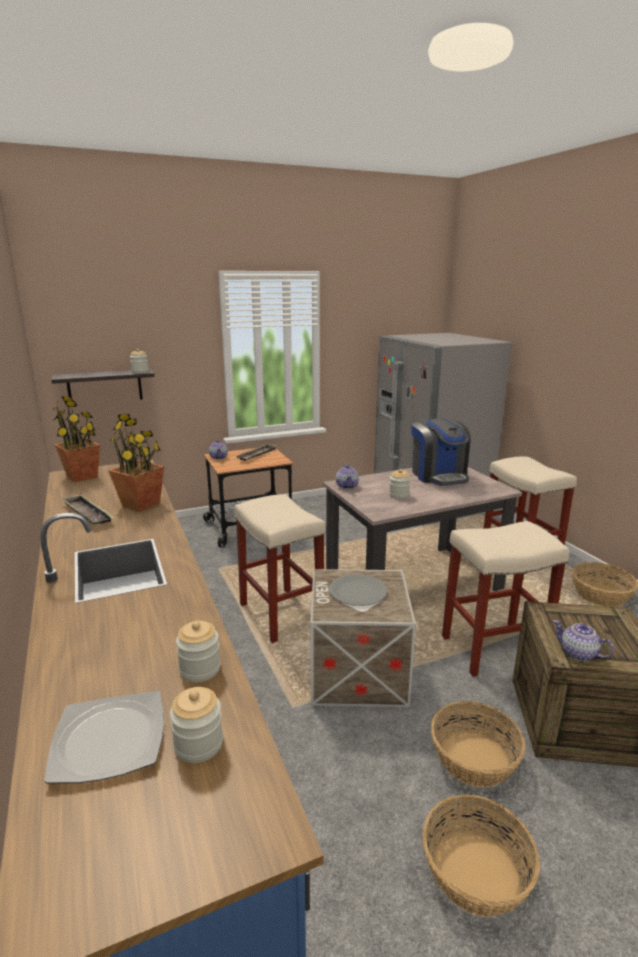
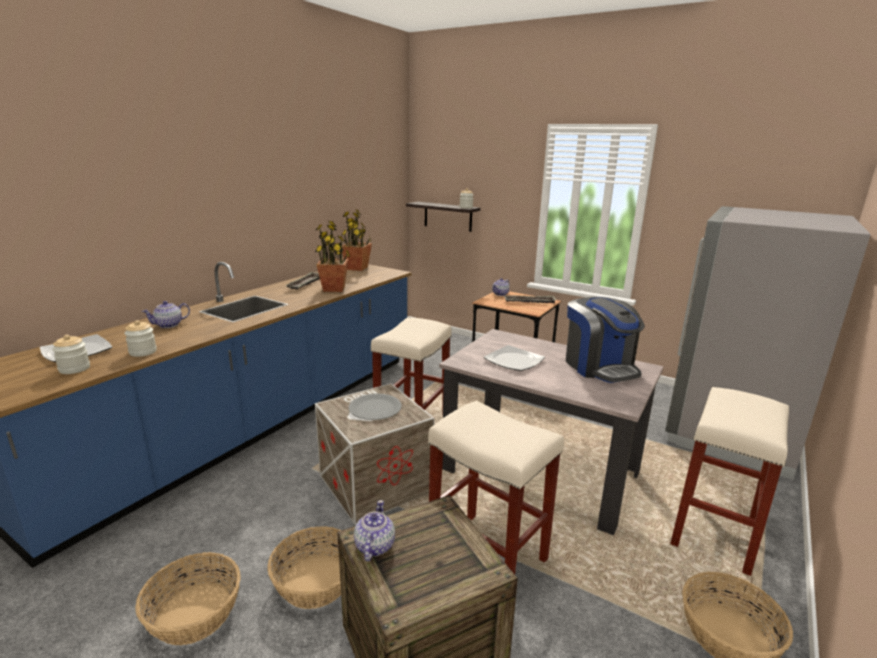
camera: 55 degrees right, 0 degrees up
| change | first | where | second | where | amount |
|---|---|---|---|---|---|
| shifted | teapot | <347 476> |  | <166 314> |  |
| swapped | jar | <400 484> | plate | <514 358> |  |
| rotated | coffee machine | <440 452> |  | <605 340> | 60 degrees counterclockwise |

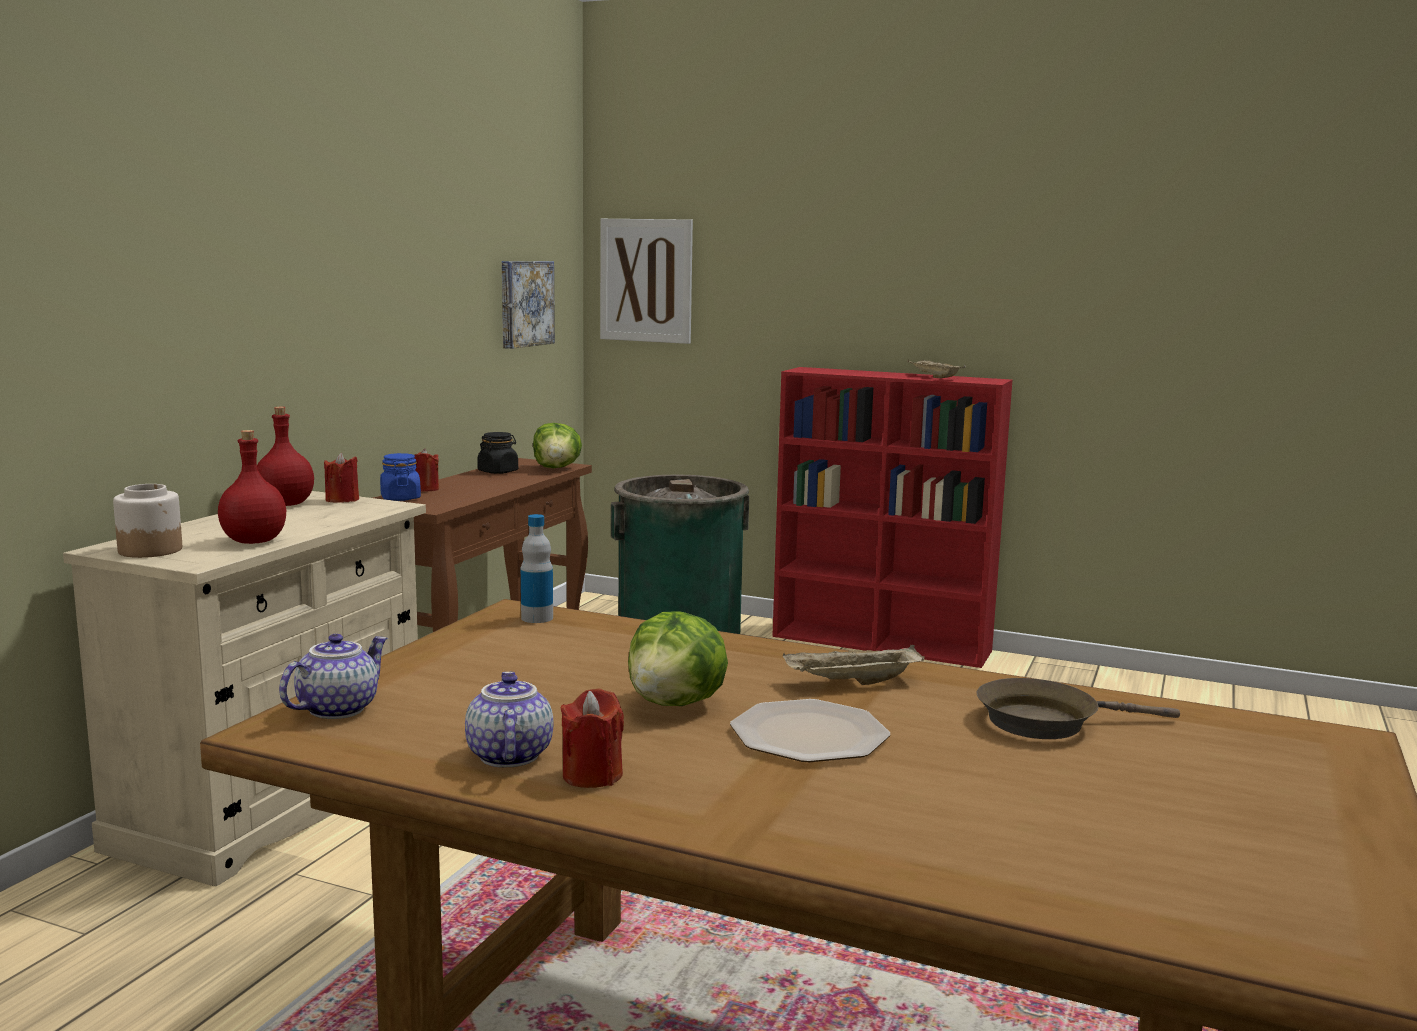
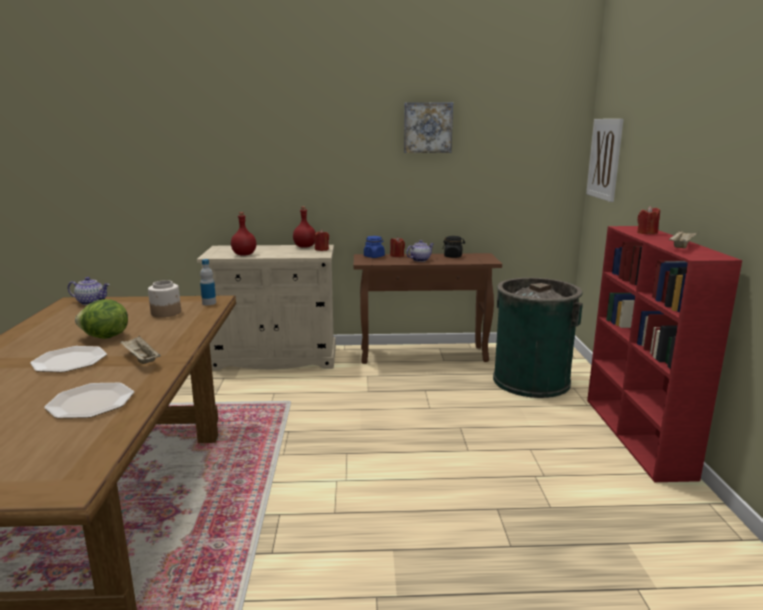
camera: 65 degrees right, 5 degrees up
| change | first | where | second | where | amount |
|---|---|---|---|---|---|
| shifted | jar | <147 521> |  | <164 298> |  |
| shifted | teapot | <509 719> |  | <420 251> |  |
| shifted | picture | <528 305> |  | <428 128> |  |
| gone | lettuce | <557 445> |  |  |  |
| shifted | red candle | <592 738> |  | <648 220> |  |
| swapped | brown frying pan | <1078 708> | plate | <89 401> |  |

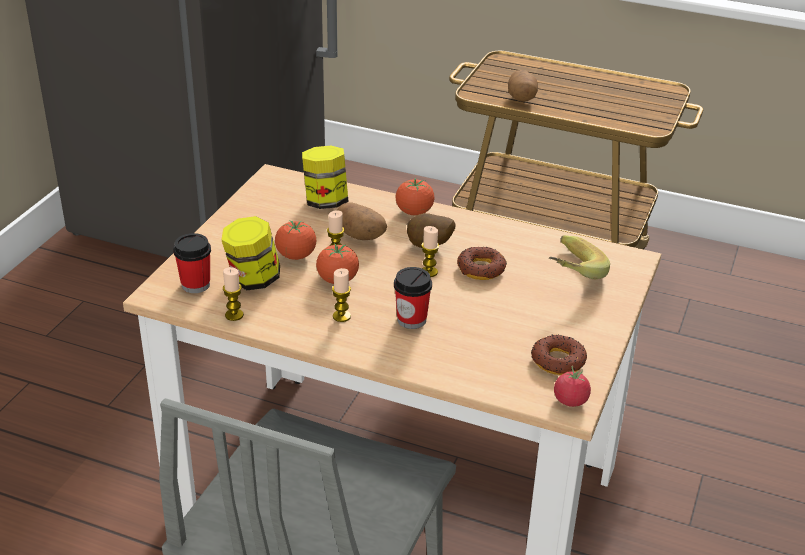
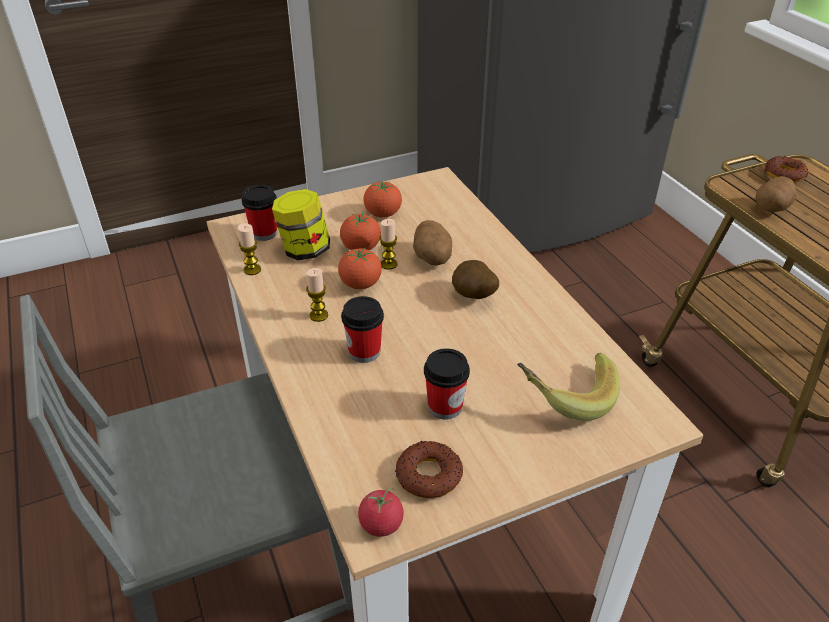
camera: 45 degrees right, 5 degrees up
| change | first | where | second | where | amount |
|---|---|---|---|---|---|
| gone | jar | <325 177> |  |  |  |
| shifted | tomato | <415 196> |  | <382 199> |  |
| gone | candle | <430 251> |  |  |  |
| shifted | donut | <482 263> |  | <787 169> |  |
| new |  |  | cup | <447 383> |  |

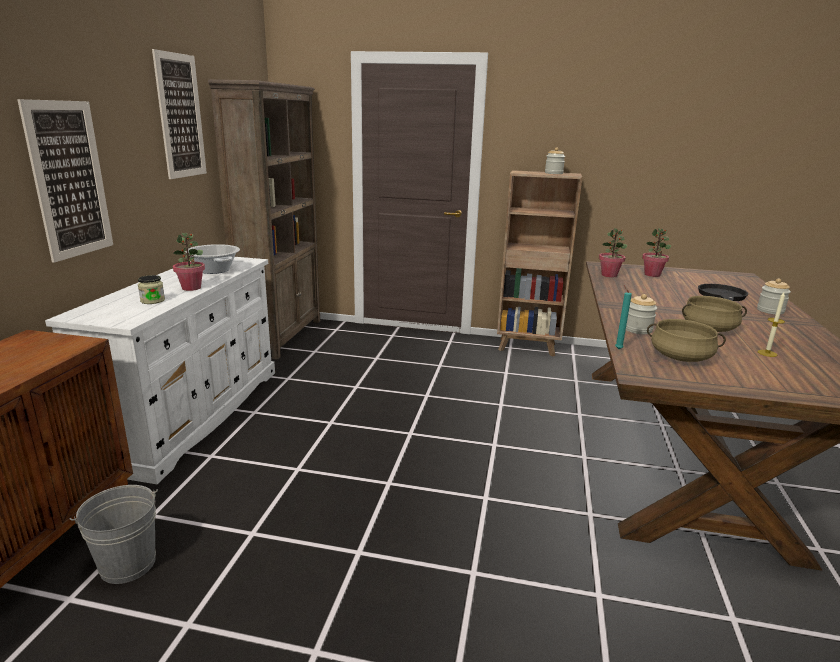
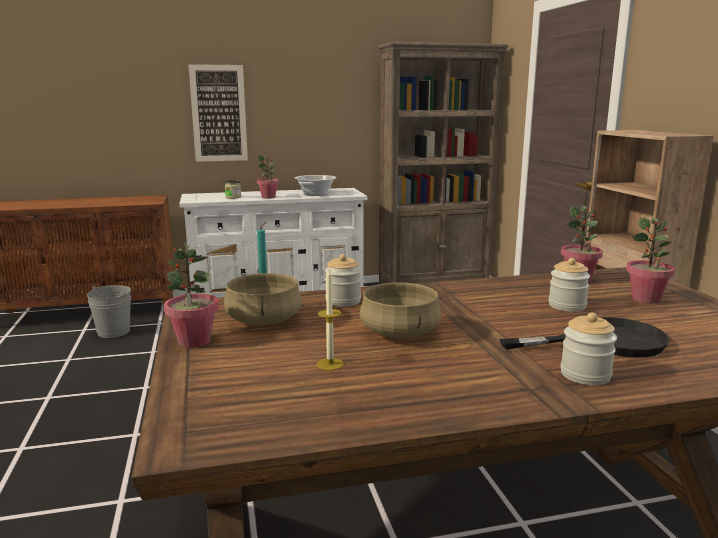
camera: 65 degrees right, 5 degrees down
| change | first | where | second | where | amount |
|---|---|---|---|---|---|
| gone | picture | <179 114> |  |  |  |
| shifted | jar | <555 160> |  | <569 285> |  |
| new |  |  | potted plant | <191 295> |  |

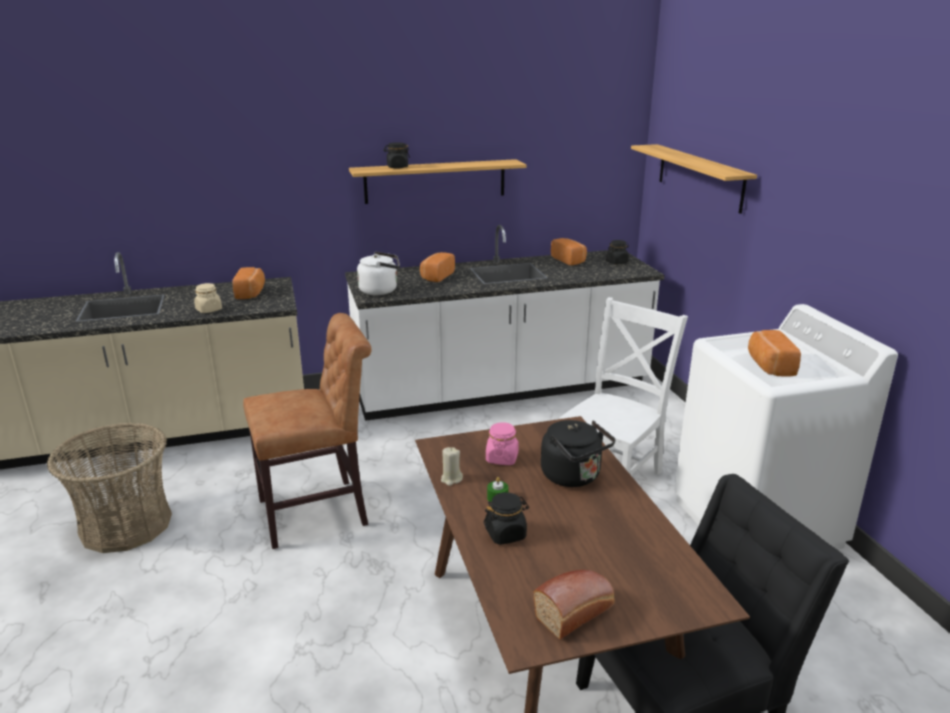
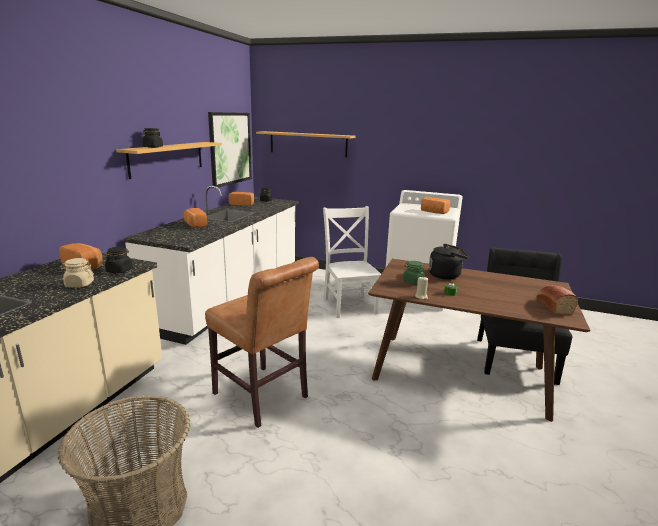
camera: 55 degrees left, 5 degrees down
| change | first | where | second | where | amount |
|---|---|---|---|---|---|
| rotated | brown chair | <307 431> |  | <262 342> | 120 degrees clockwise |
| gone | white kettle | <378 273> |  |  |  |
| shifted | black jar | <506 518> |  | <119 260> |  |
| repainted | pink jar | <502 443> | green jar | <414 273> |  |
| new |  |  | picture | <230 149> |  |

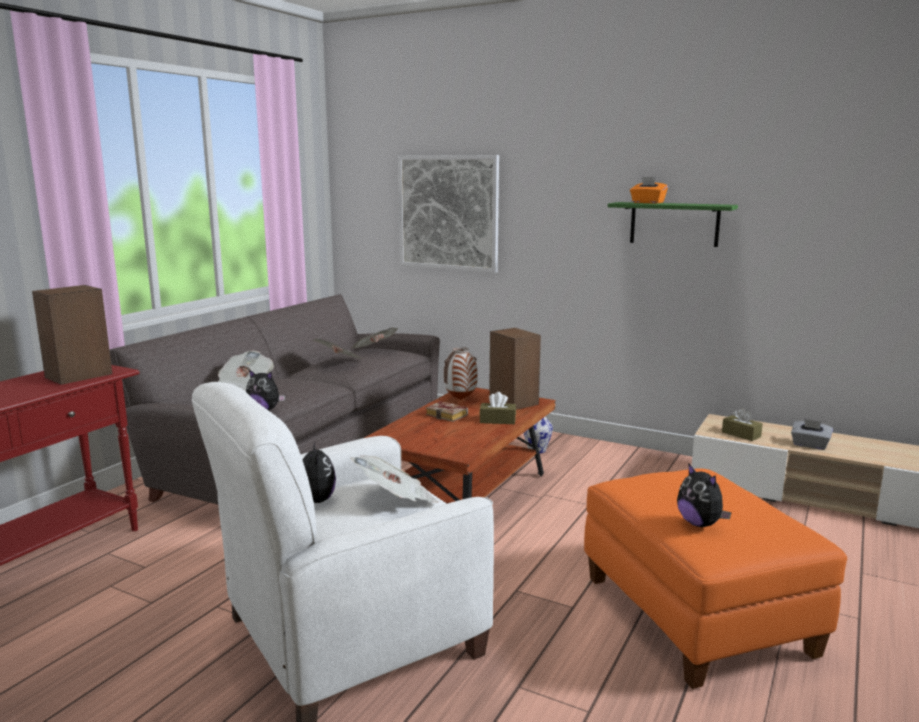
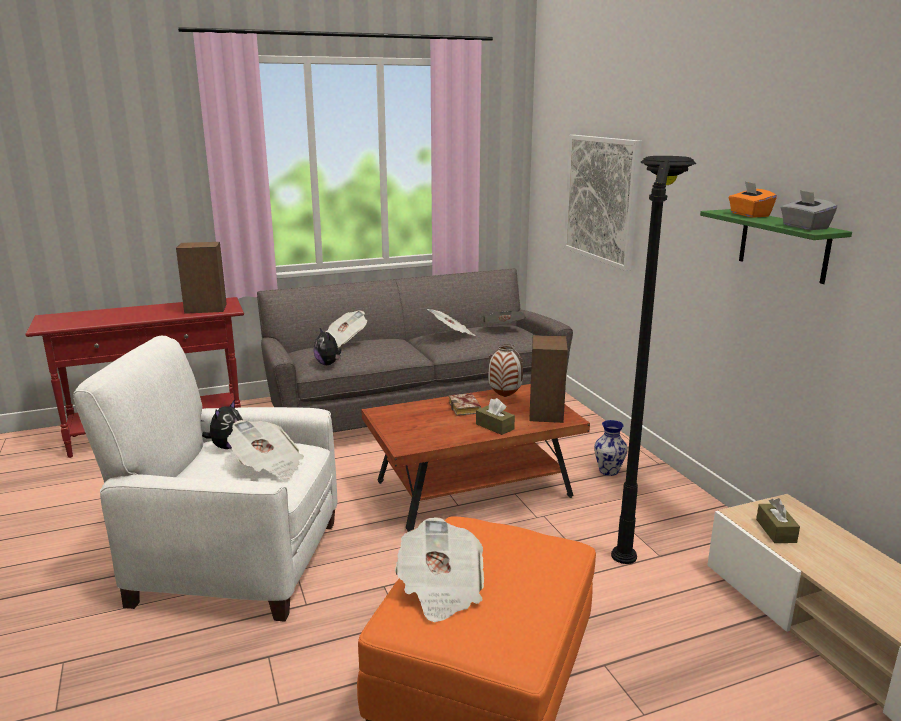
camera: 40 degrees right, 5 degrees up
| change | first | where | second | where | amount |
|---|---|---|---|---|---|
| swapped | plush toy | <704 495> | newspaper | <439 569> |  |
| shifted | grey tissue box | <812 434> |  | <809 210> |  |
| new |  |  | black floor lamp | <653 360> |  |

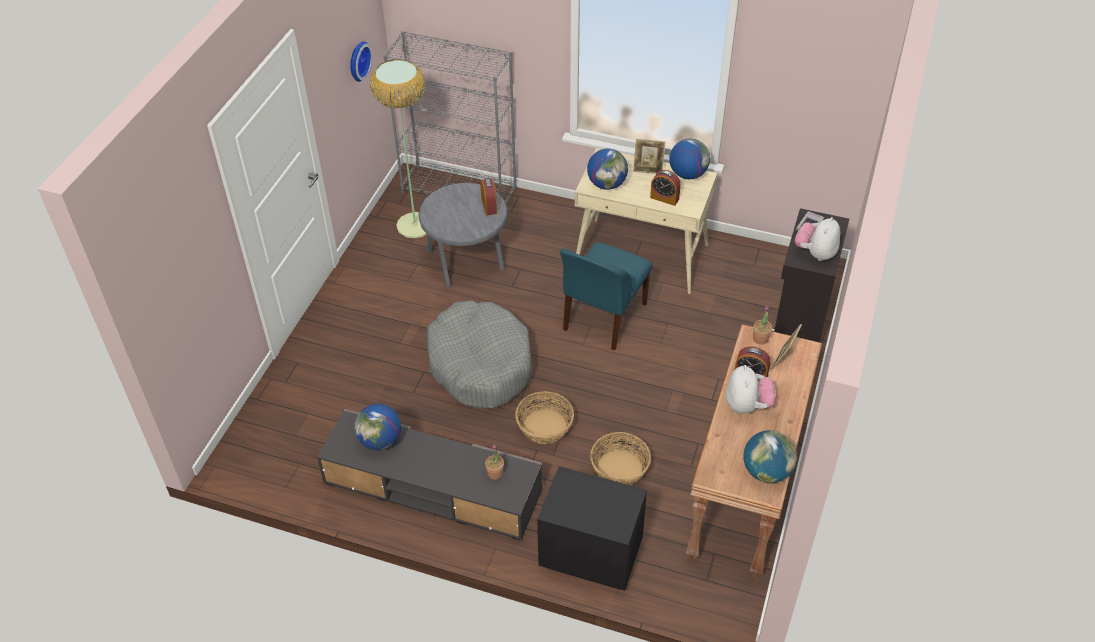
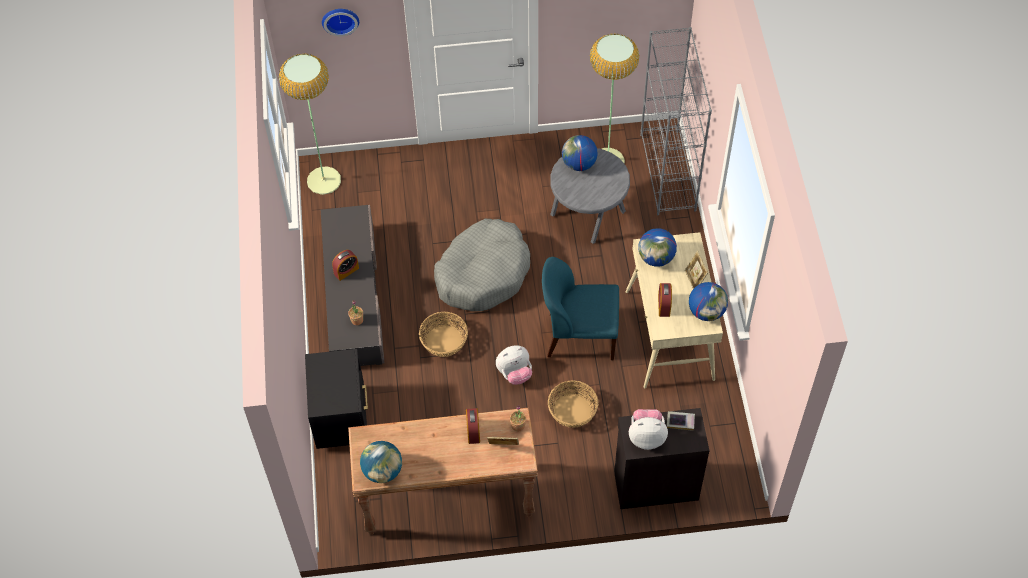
camera: 65 degrees right, 10 degrees up
| change | first | where | second | where | amount |
|---|---|---|---|---|---|
| shifted | wall clock | <361 61> |  | <340 22> |  |
| shifted | globe | <377 427> |  | <580 153> |  |
| shifted | alarm clock | <488 197> |  | <345 265> |  |
| shifted | basket | <620 458> |  | <573 404> |  |
| shifted | plush toy | <751 389> |  | <514 365> |  |
| new |  |  | floor lamp | <310 124> |  |

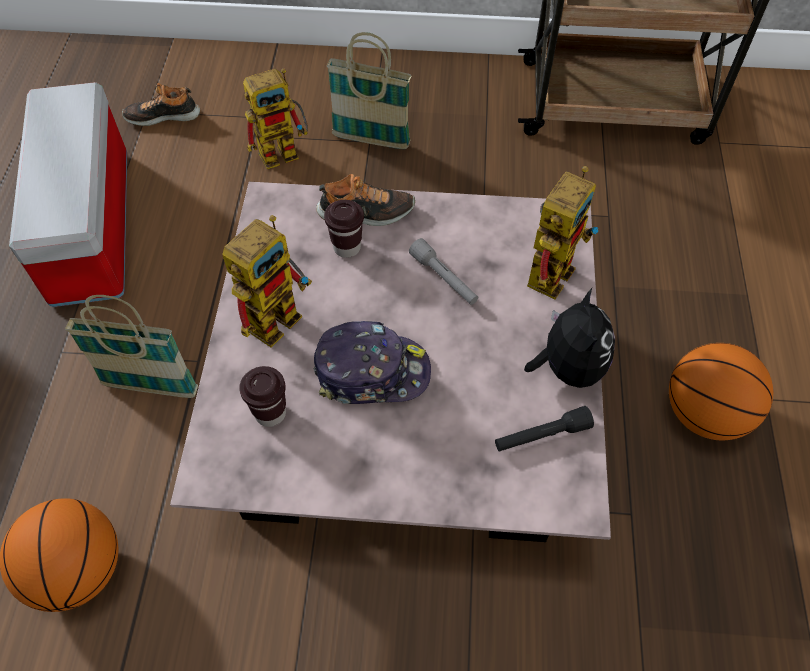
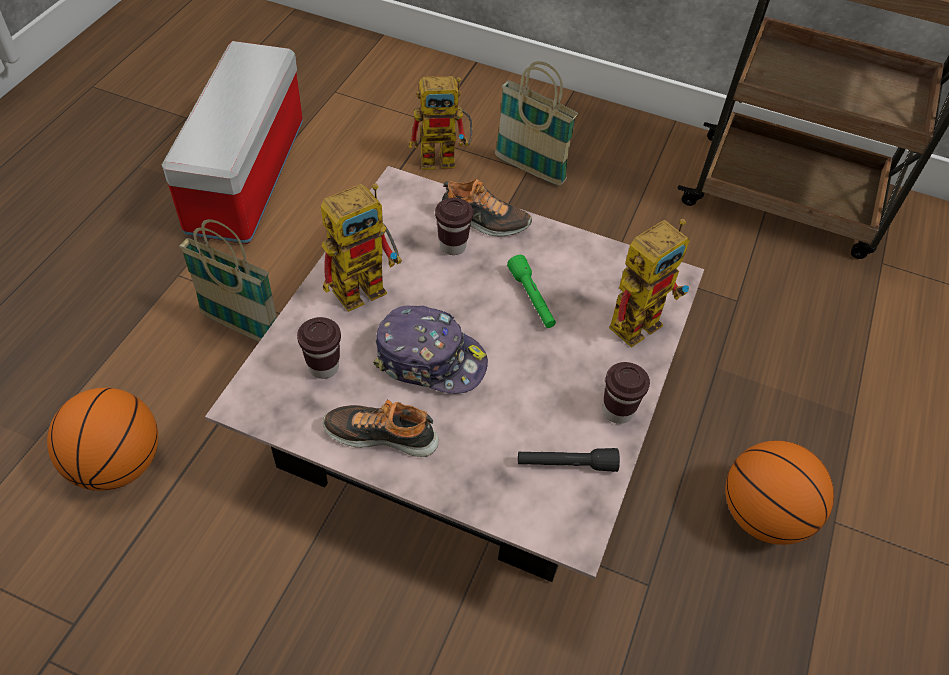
camera: 15 degrees right, 5 degrees down
| change | first | where | second | where | amount |
|---|---|---|---|---|---|
| shifted | shoe | <161 104> |  | <381 428> |  |
| repainted | grey flashlight | <443 271> | green flashlight | <531 291> |  |
| swapped | plush toy | <569 338> | brown cup | <626 393> |  |

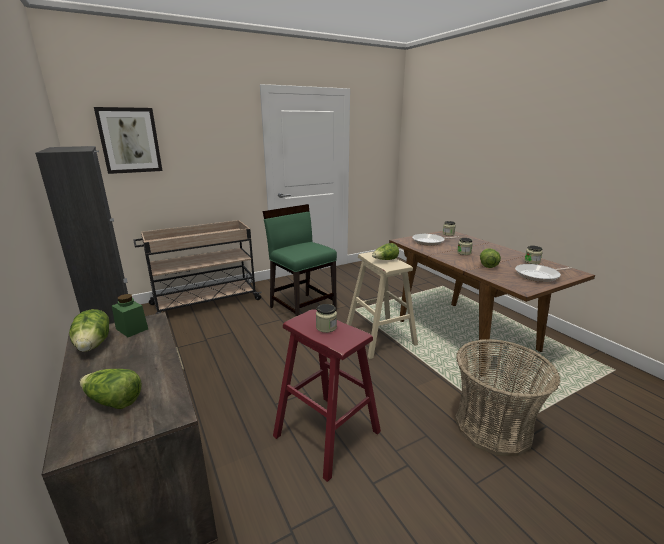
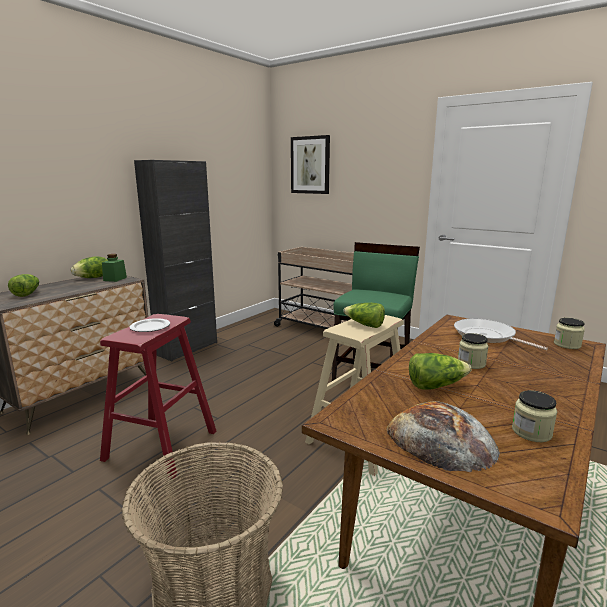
camera: 65 degrees right, 5 degrees down
| change | first | where | second | where | amount |
|---|---|---|---|---|---|
| swapped | jar | <326 318> | plate | <149 325> |  |
| swapped | frying pan | <543 273> | bread | <443 436> |  |

